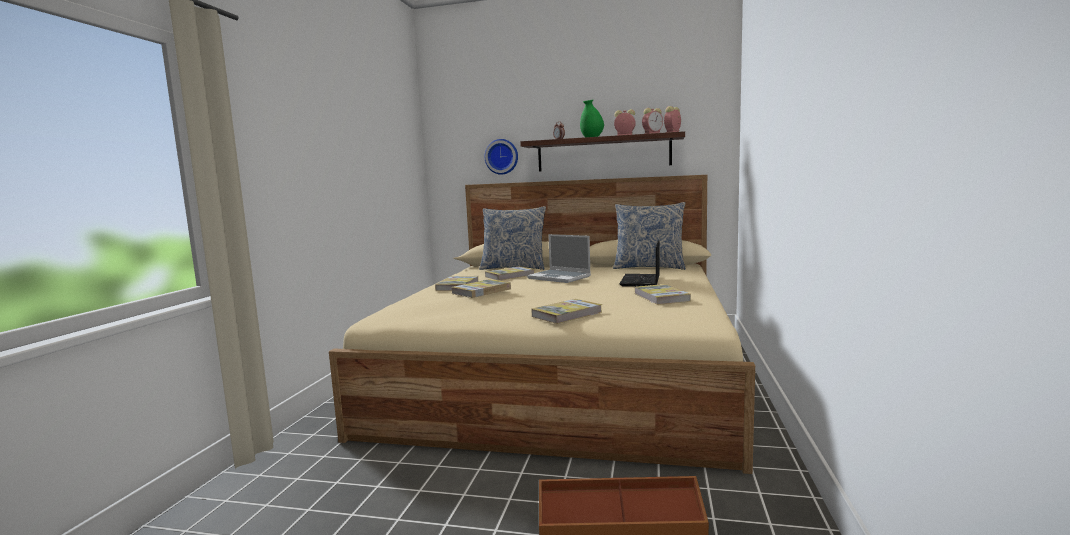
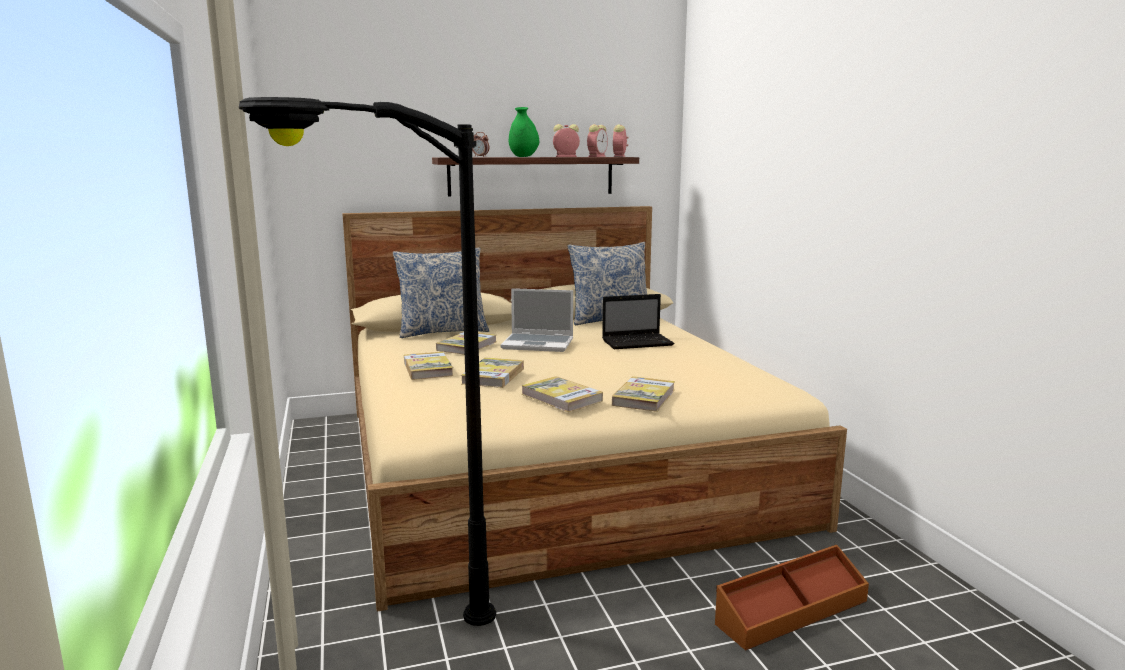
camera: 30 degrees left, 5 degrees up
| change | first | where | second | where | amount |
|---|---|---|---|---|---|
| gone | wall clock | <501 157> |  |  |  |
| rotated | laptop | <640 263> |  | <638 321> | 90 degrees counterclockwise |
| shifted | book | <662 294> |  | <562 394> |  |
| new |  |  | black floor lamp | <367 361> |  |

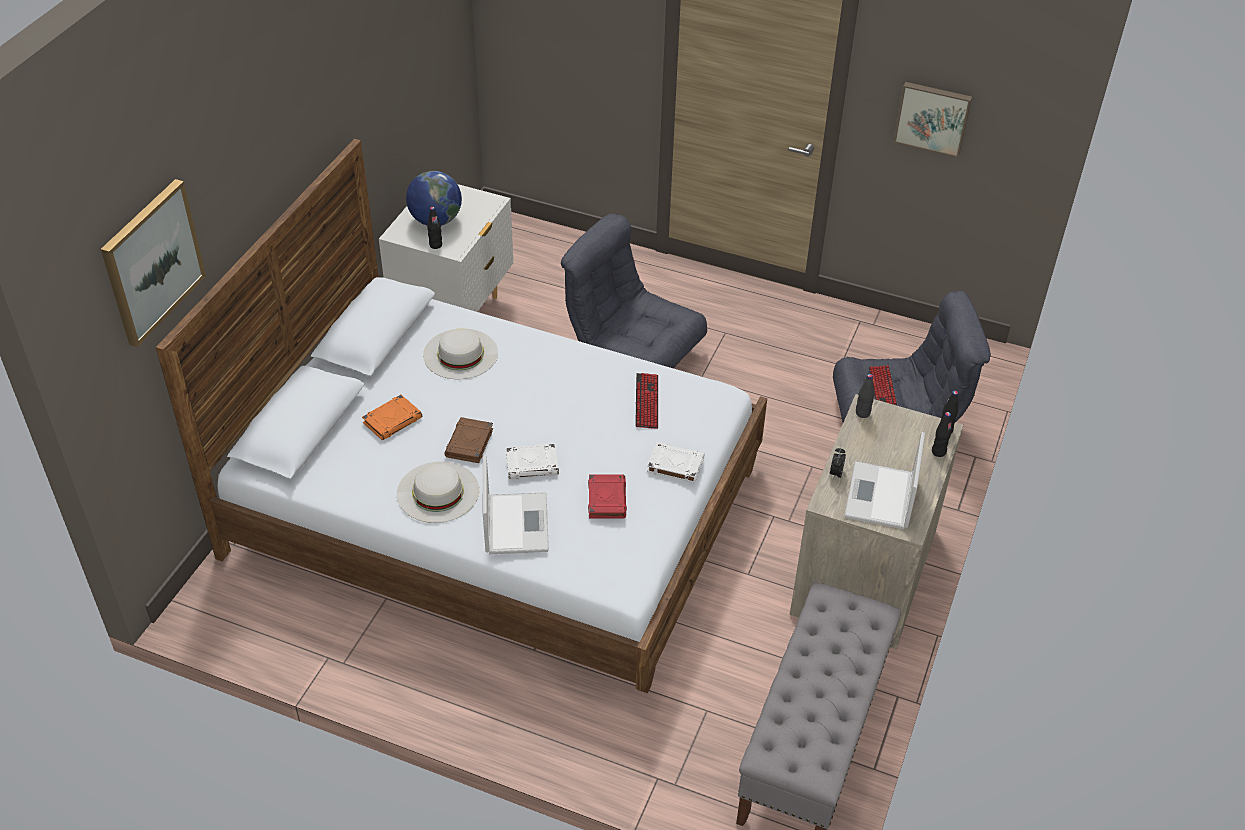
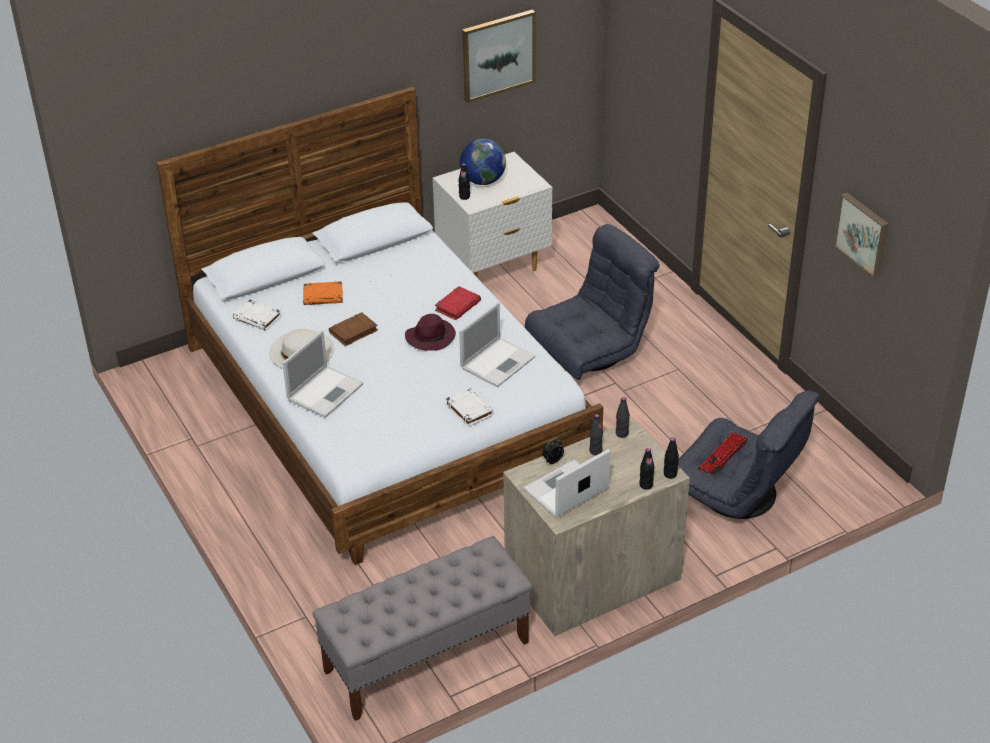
camera: 40 degrees right, 5 degrees down
| change | first | where | second | where | amount |
|---|---|---|---|---|---|
| shifted | picture | <153 263> |  | <499 56> |  |
| gone | white hat | <460 353> |  |  |  |
| shifted | white book | <532 461> |  | <257 315> |  |
| rotated | grey armchair | <634 291> |  | <592 302> | 75 degrees clockwise |
| shifted | red book | <607 496> |  | <458 303> |  |
| swapped | keyboard | <646 401> | laptop | <497 344> |  |
| new |  |  | purple hat | <430 332> |  |
| new |  |  | black bottle | <596 434> |  |

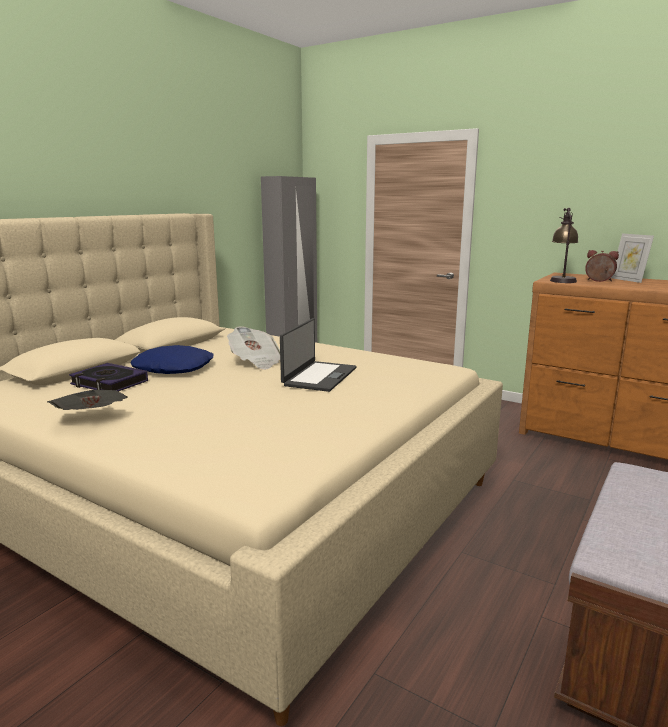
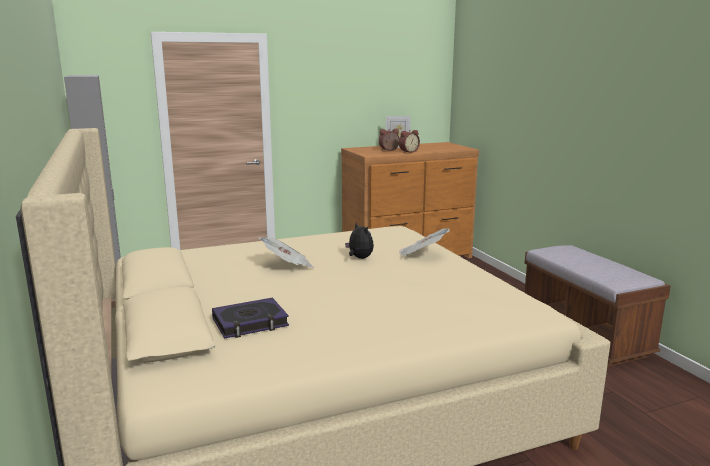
camera: 55 degrees left, 0 degrees up
| change | first | where | second | where | amount |
|---|---|---|---|---|---|
| shifted | newspaper | <87 400> |  | <424 242> |  |
| gone | blue pillow | <171 359> |  |  |  |
| swapped | laptop | <318 355> | plush toy | <359 241> |  |
| gone | table lamp | <564 245> |  |  |  |
| new |  |  | alarm clock | <409 141> |  |

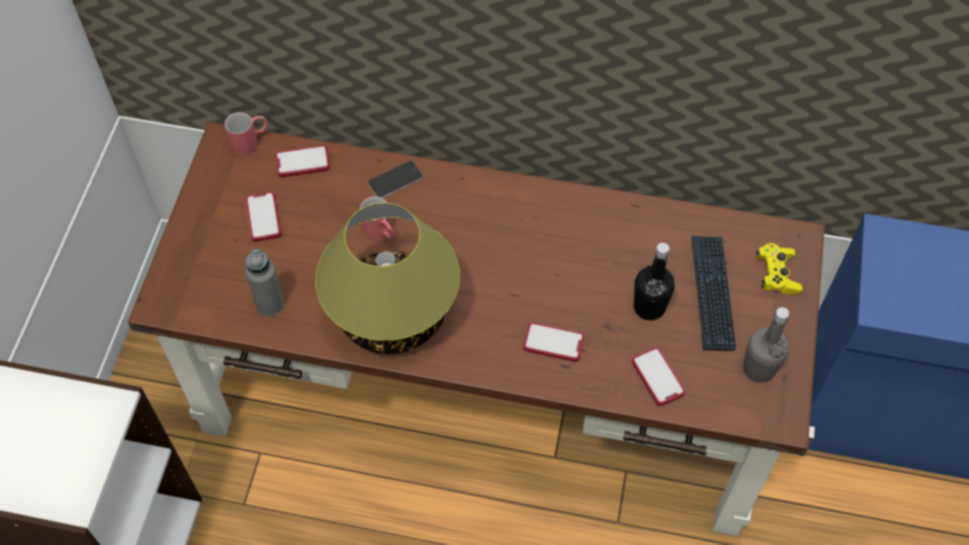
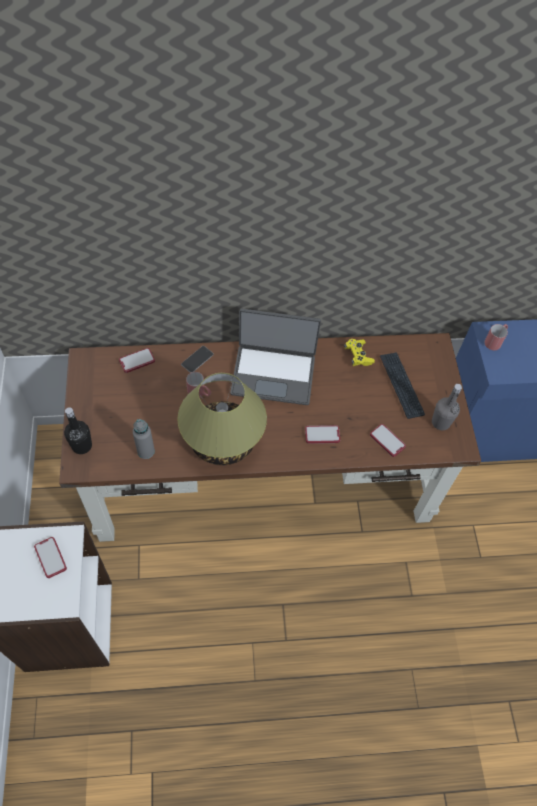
camera: 20 degrees left, 0 degrees up
| change | first | where | second | where | amount |
|---|---|---|---|---|---|
| shifted | red mug | <246 133> |  | <496 337> |  |
| shifted | phone | <263 217> |  | <50 557> |  |
| shifted | black bottle | <654 281> |  | <78 430> |  |
| shifted | yellow game controller | <779 268> |  | <359 352> |  |
| new |  |  | laptop | <275 357> |  |

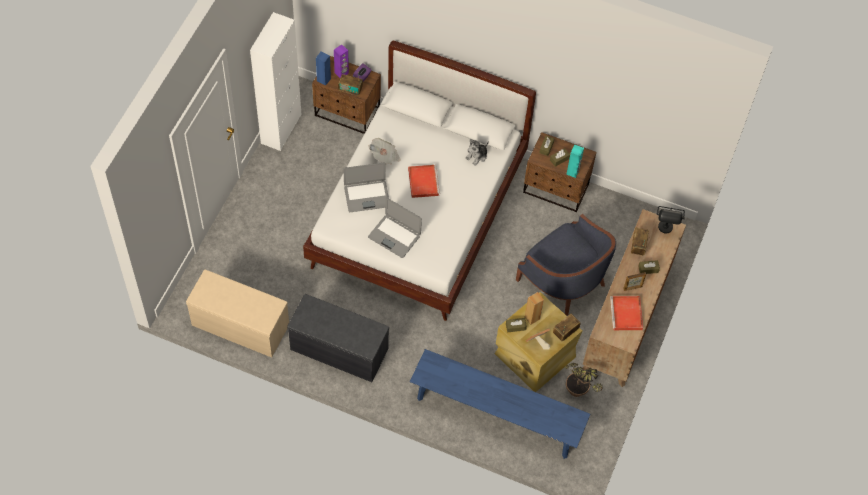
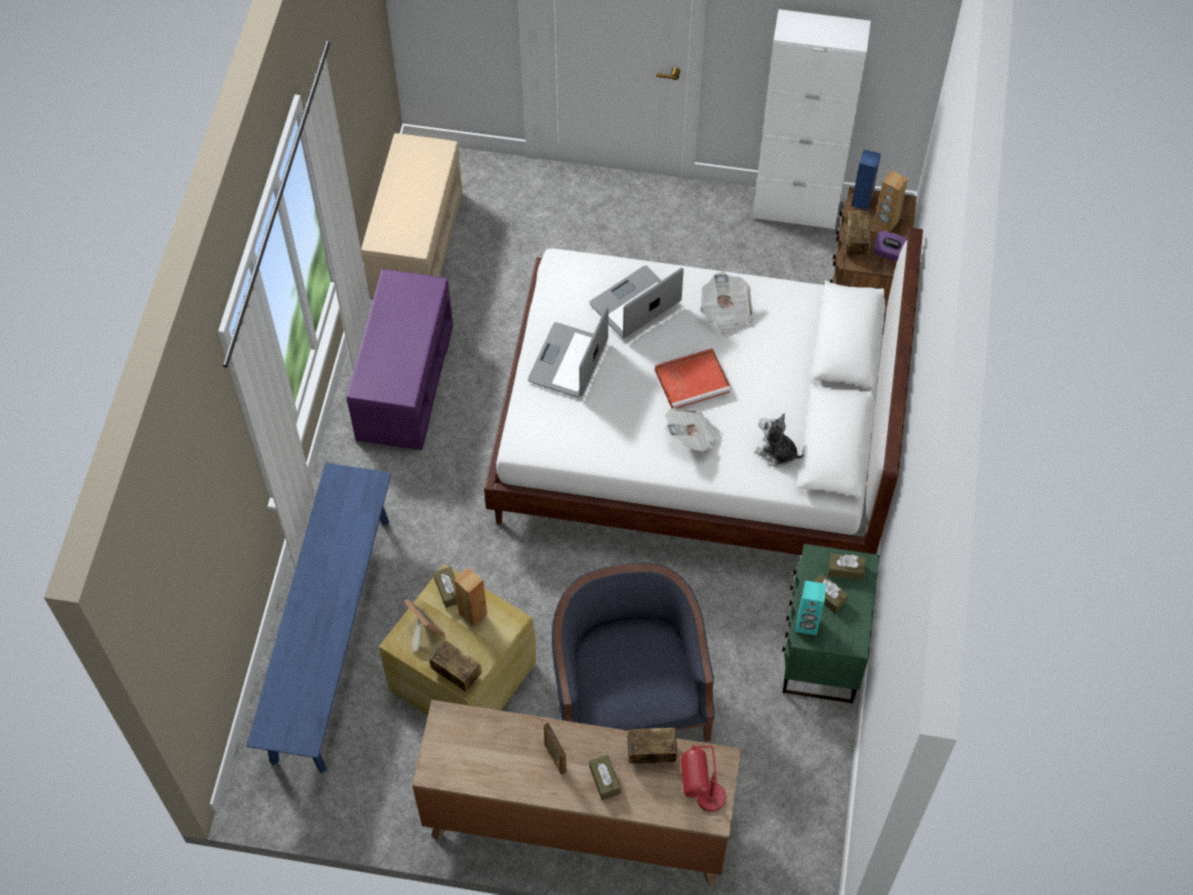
camera: 80 degrees right, 0 degrees up
| change | first | where | second | where | amount |
|---|---|---|---|---|---|
| repainted | grey bench | <338 338> | purple bench | <399 359> |  |
| repainted | purple speaker | <341 61> | brown speaker | <891 201> |  |
| rotated | laptop | <366 187> |  | <636 301> | 75 degrees clockwise |
| rotated | blue armchair | <566 265> |  | <633 652> | 135 degrees clockwise |
| repainted | brown nightstand | <559 172> | green nightstand | <830 624> |  |
| gone | potted plant | <584 380> |  |  |  |
| gone | red tray | <626 313> |  |  |  |
| repainted | black table lamp | <671 219> | red table lamp | <703 778> |  |
| new |  |  | newspaper | <694 430> |  |

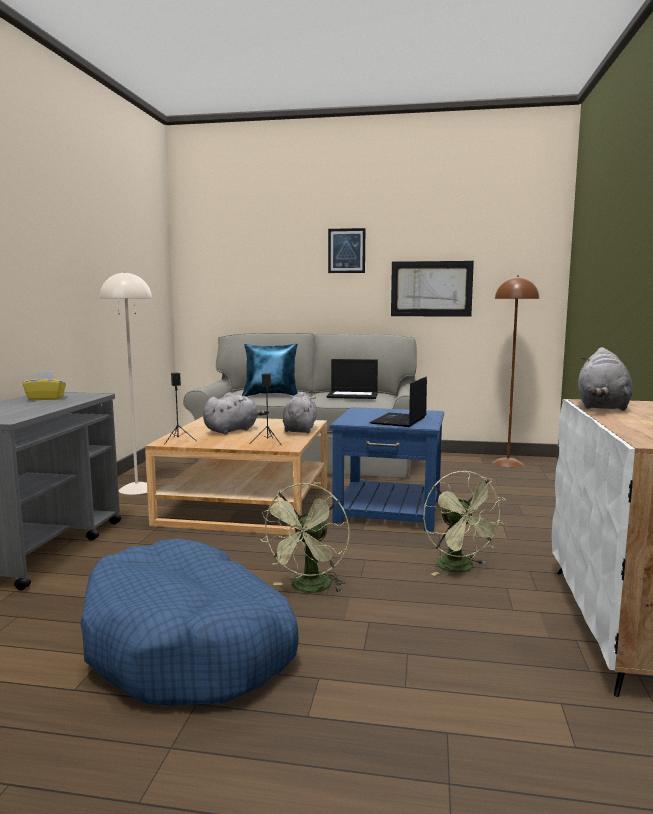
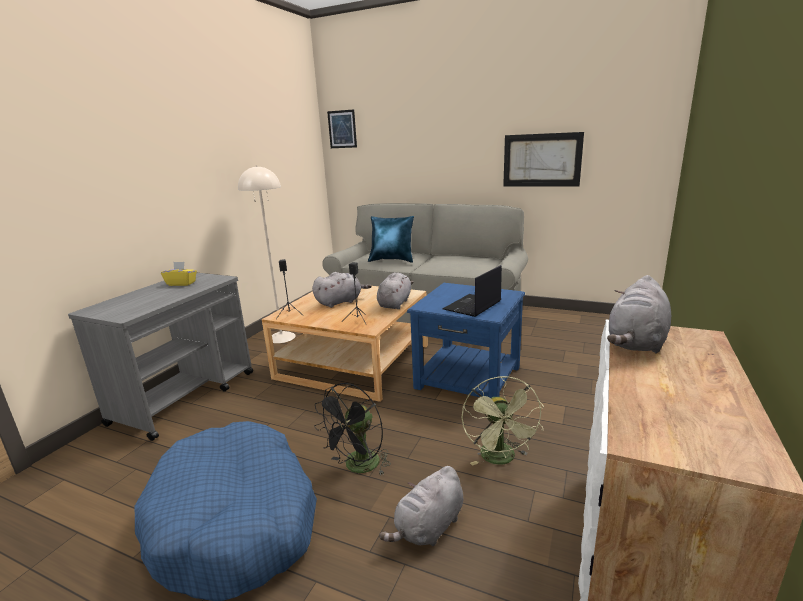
camera: 15 degrees right, 10 degrees up
| change | first | where | second | where | amount |
|---|---|---|---|---|---|
| repainted | green fan | <304 538> | black fan | <352 429> |  |
| gone | laptop | <352 379> |  |  |  |
| shifted | picture | <346 250> |  | <342 128> |  |
| gone | brown floor lamp | <515 371> |  |  |  |
| new |  |  | grey plush toy | <421 506> |  |

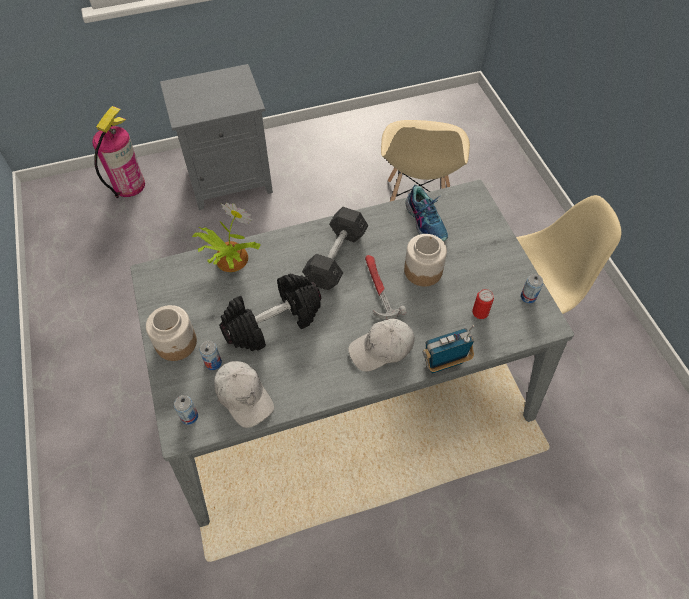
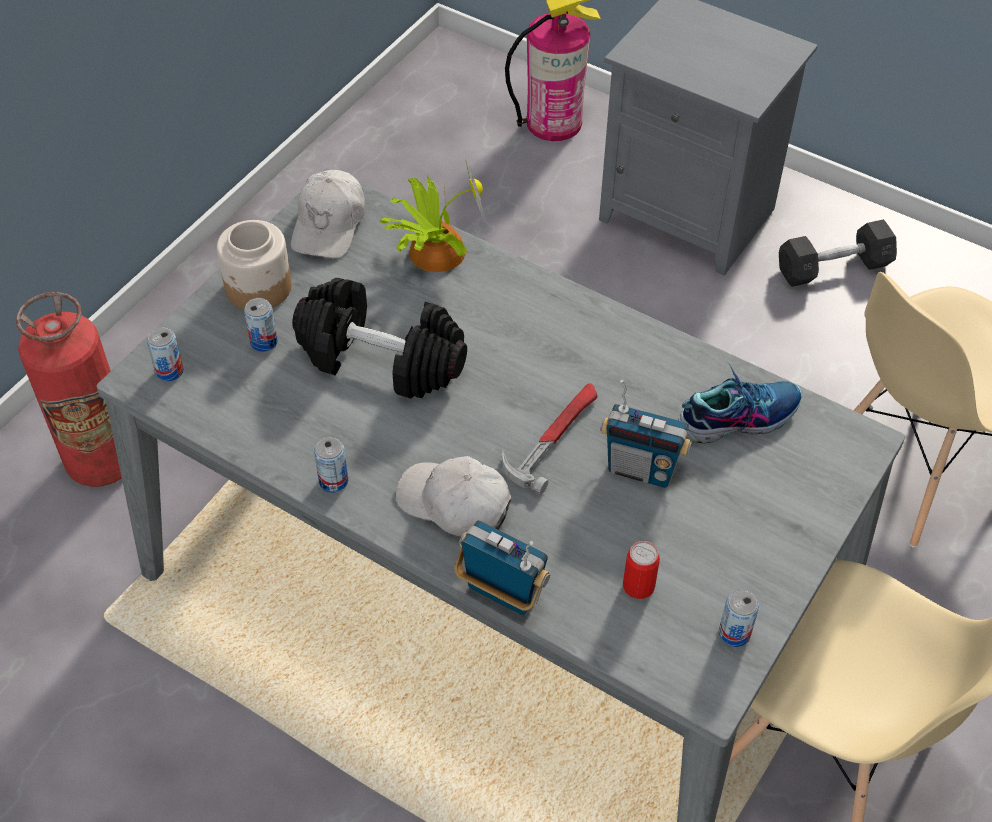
camera: 50 degrees right, 5 degrees down
| change | first | where | second | where | amount |
|---|---|---|---|---|---|
| shifted | white cap | <244 394> |  | <328 214> |  |
| shifted | grey dumbbell | <335 248> |  | <838 253> |  |
| swapped | jar | <425 260> | radio | <646 434> |  |
| rotated | shoe | <426 213> |  | <740 403> | 135 degrees counterclockwise |
| new |  |  | fire extinguisher | <69 389> |  |
| new |  |  | can | <331 465> |  |

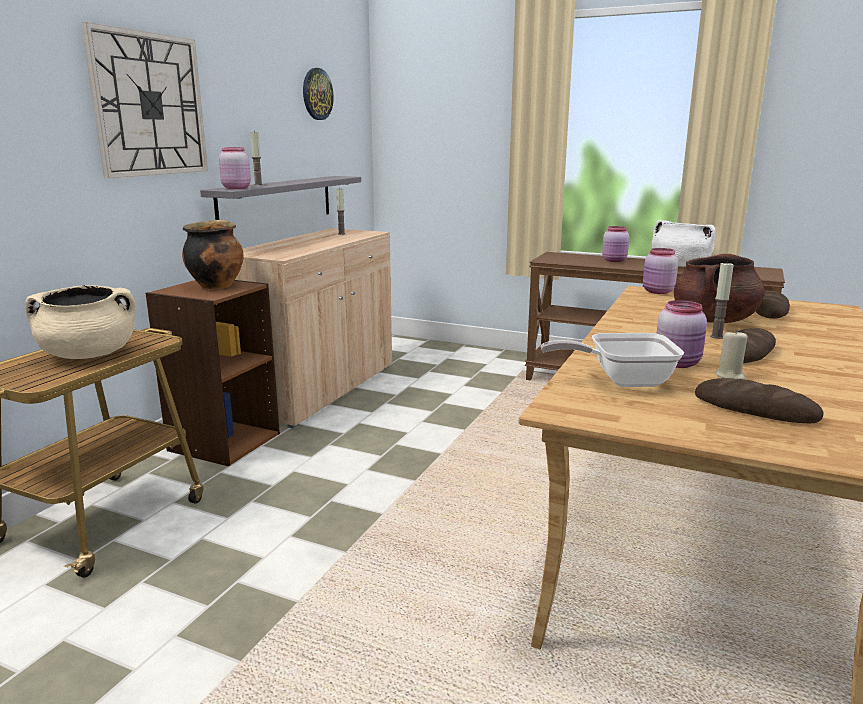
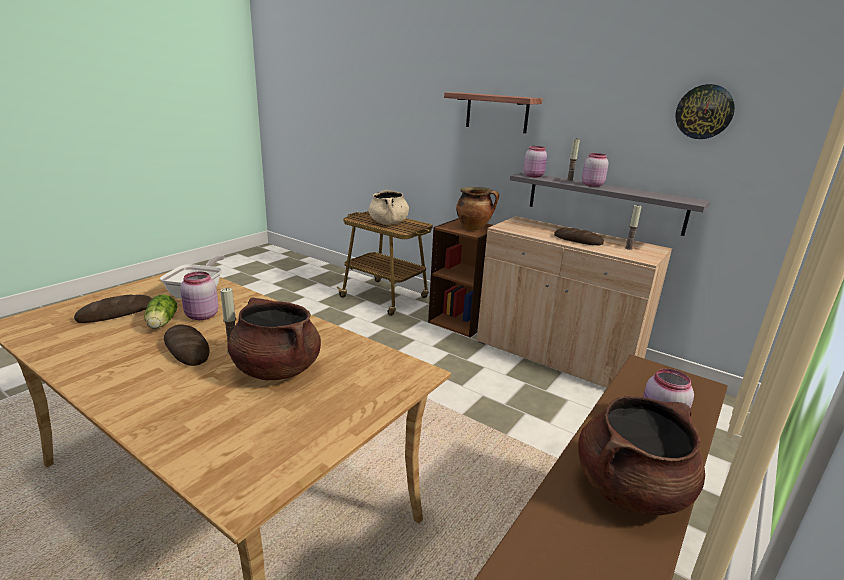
camera: 100 degrees right, 5 degrees up
| change | first | where | second | where | amount |
|---|---|---|---|---|---|
| swapped | wall clock | <144 100> | shelf | <493 112> |  |
| shifted | pink jar | <660 271> |  | <595 170> |  |
| repainted | white cooking pot | <684 243> | brown cooking pot | <641 456> |  |
| swapped | beige candle | <731 355> | lettuce | <160 312> |  |
| shifted | bread | <772 305> |  | <579 237> |  |

